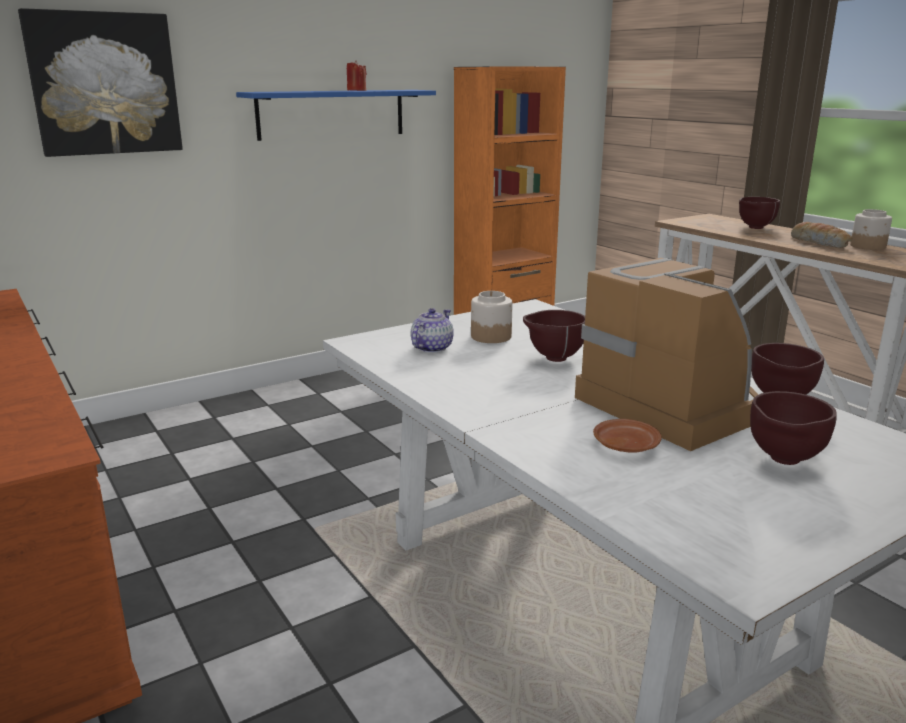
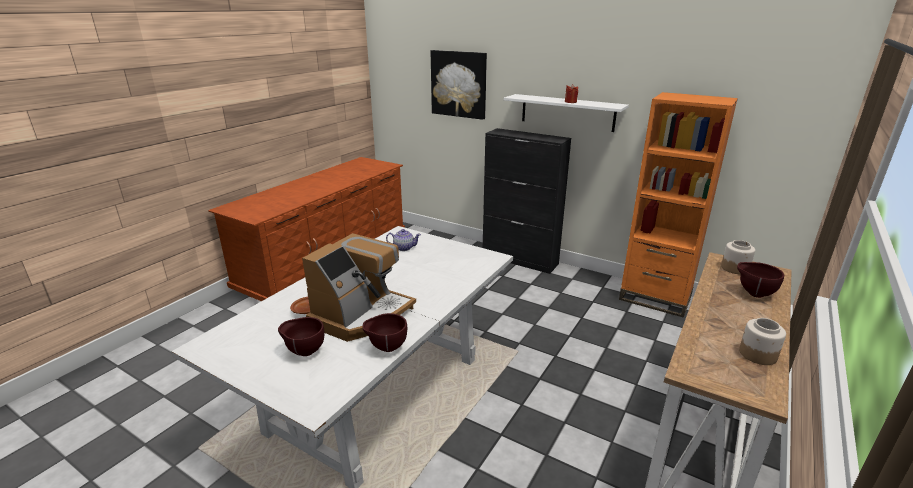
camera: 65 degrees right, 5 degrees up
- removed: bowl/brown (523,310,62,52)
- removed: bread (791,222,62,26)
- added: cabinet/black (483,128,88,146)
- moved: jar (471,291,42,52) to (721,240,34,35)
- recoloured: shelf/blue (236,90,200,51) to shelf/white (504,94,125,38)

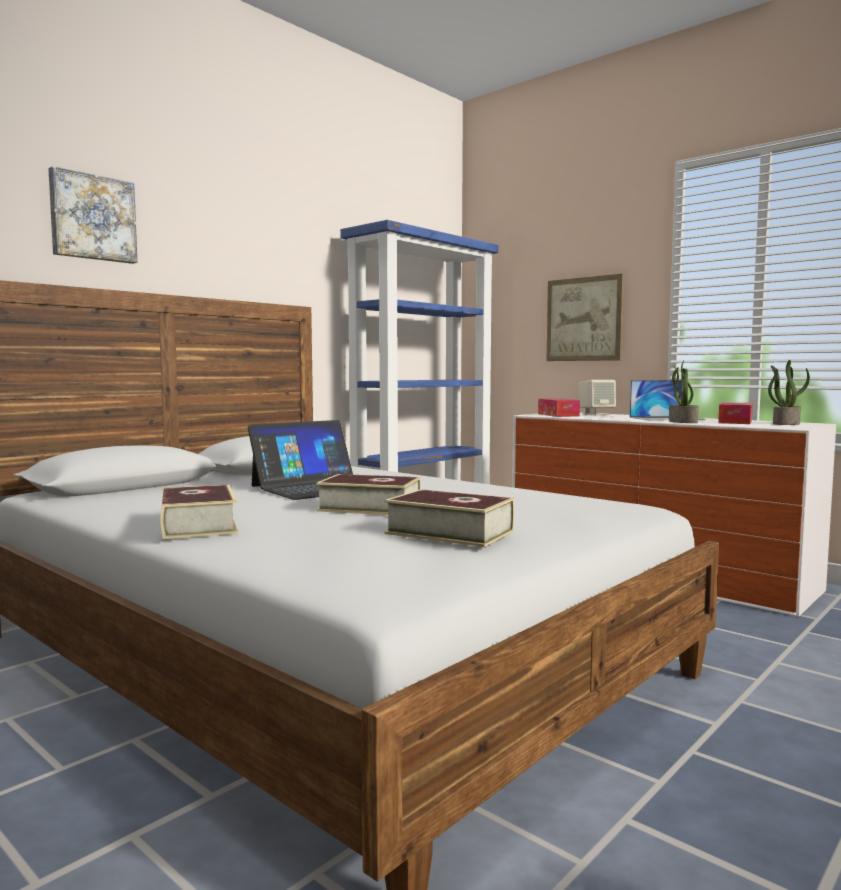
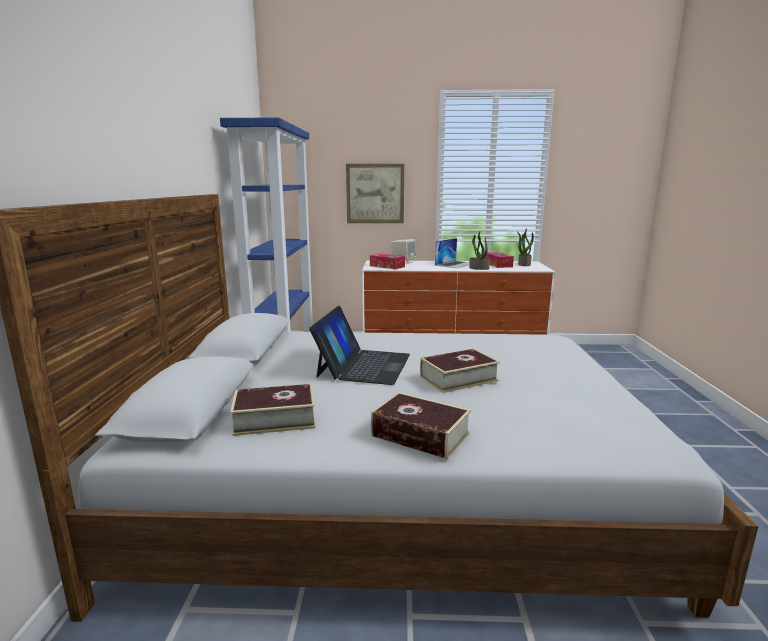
camera: 40 degrees left, 10 degrees up
- removed: picture (48,166,90,98)
- moved: book (384,489,130,58) to (230,384,85,52)

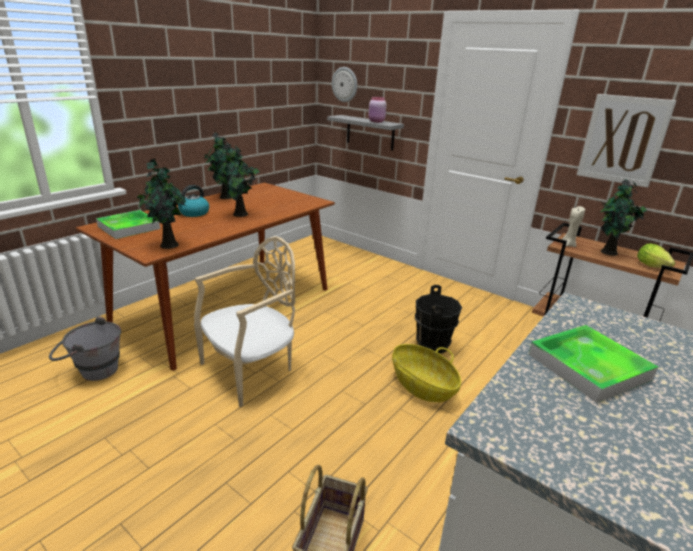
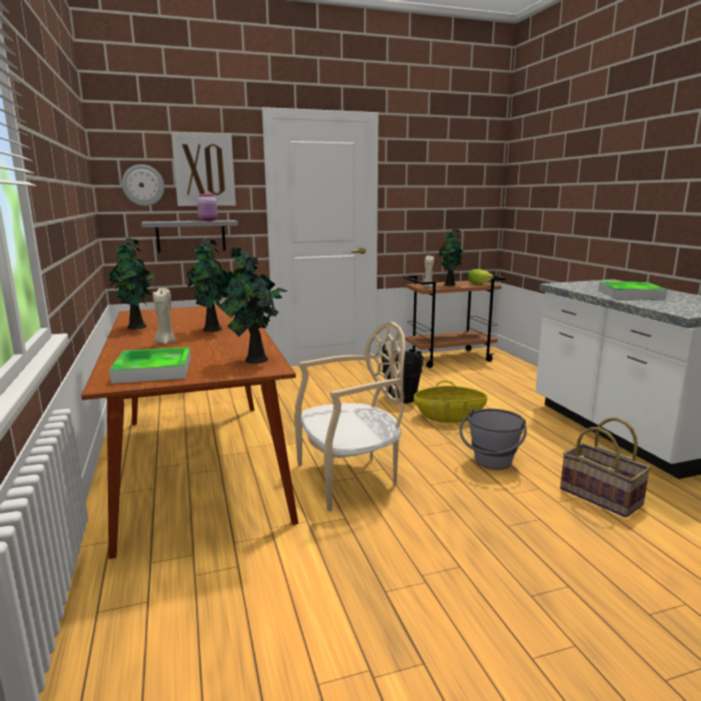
camera: 55 degrees left, 10 degrees down
- moved: bucket/grey (49,316,72,65) to (459,408,68,62)
- moved: picture (577,94,100,94) to (171,132,65,74)
- replaced: kettle (178,185,31,32) to candle/beige (153,288,24,56)
- turned: chair/beige (194,236,101,171) = (294,322,111,189) 75 degrees clockwise

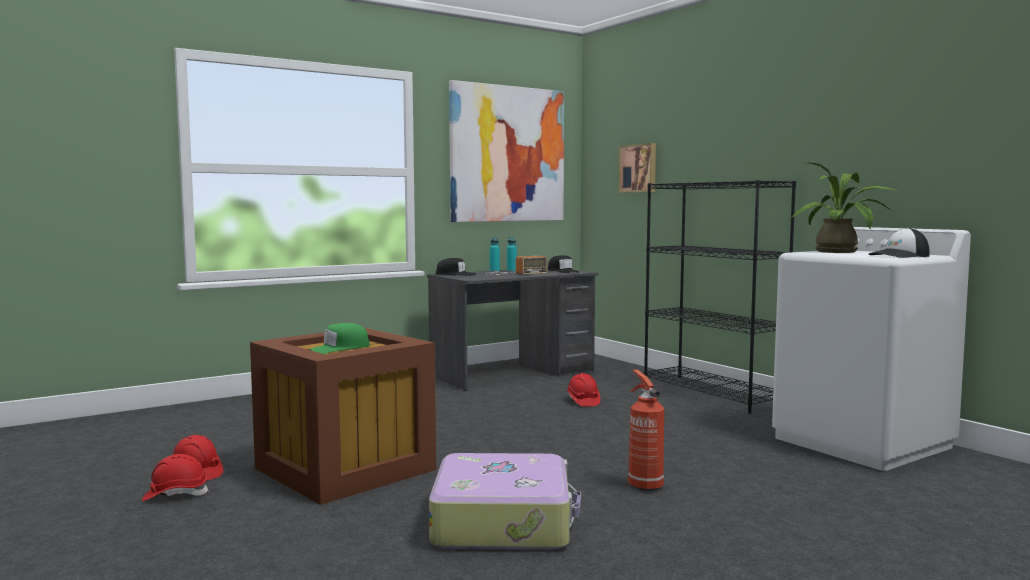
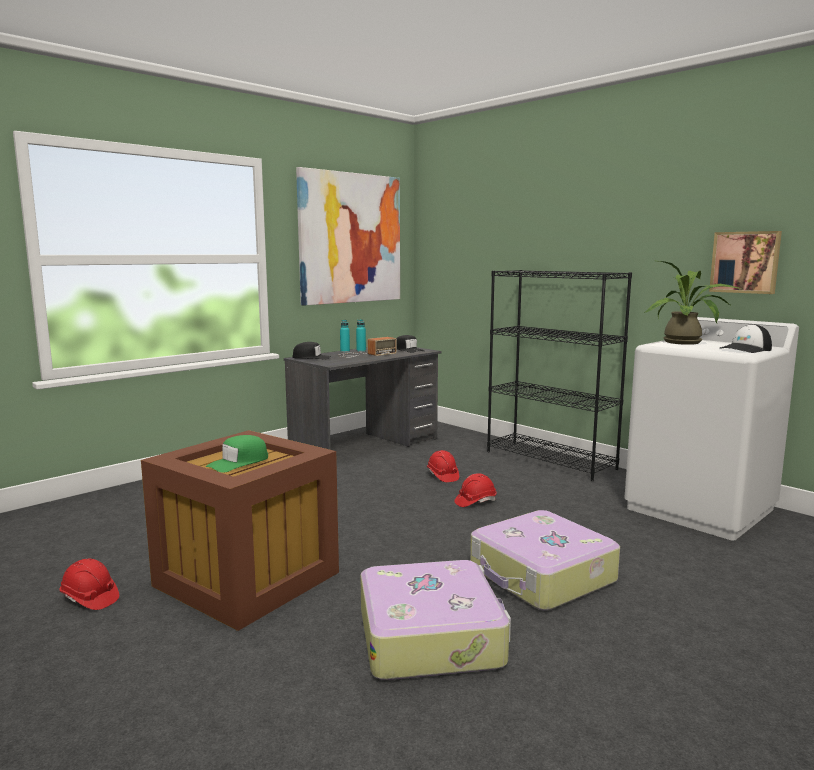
camera: 10 degrees left, 5 degrees up
- moved: hard hat/red (142,454,67,47) to (455,473,41,34)
- moved: picture (619,143,37,50) to (709,231,73,63)
- replaced: fire extinguisher (628,370,36,121) to suitcase (470,510,150,101)

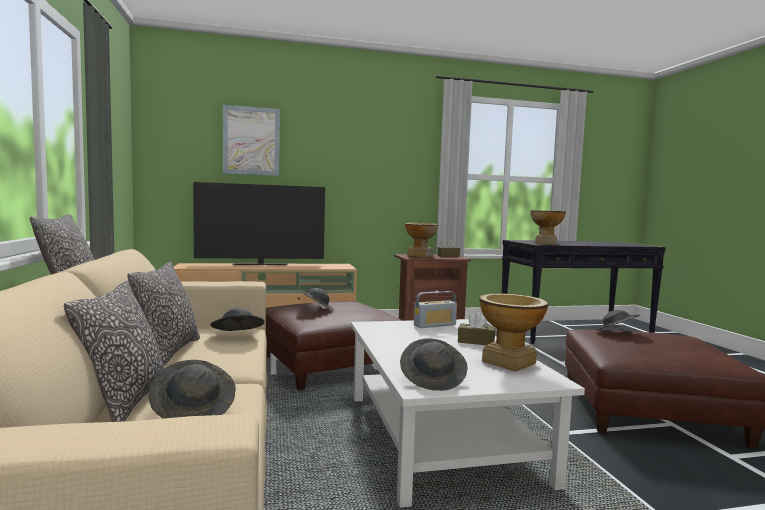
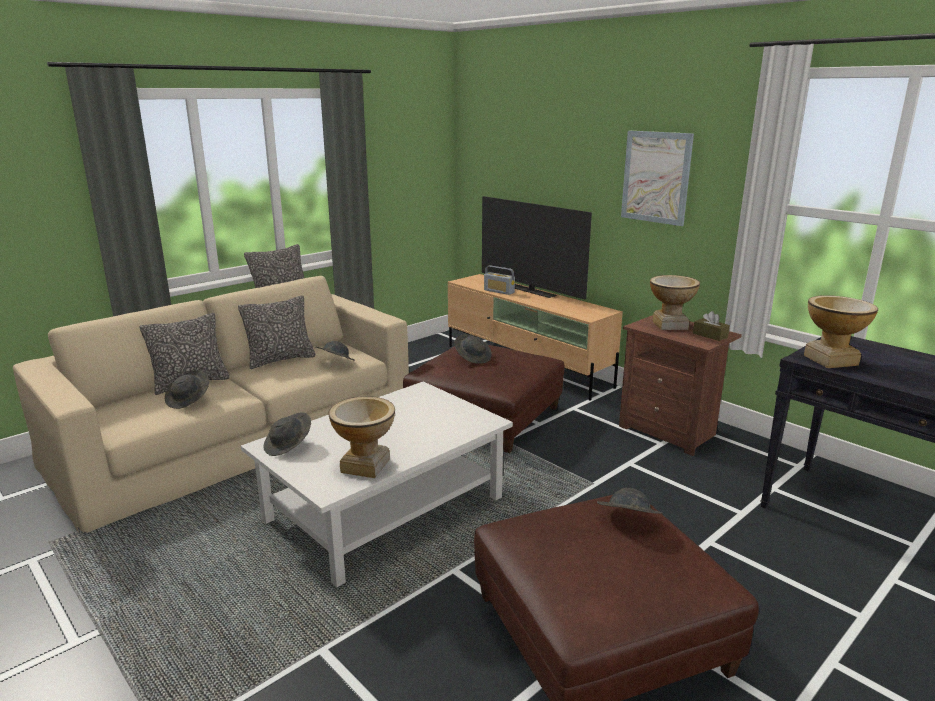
camera: 60 degrees right, 15 degrees up
- removed: tissue box/brown (458,312,37,33)
- moved: picture (223,105,57,71) to (621,131,73,95)
- moved: radio (414,291,43,37) to (484,265,31,30)

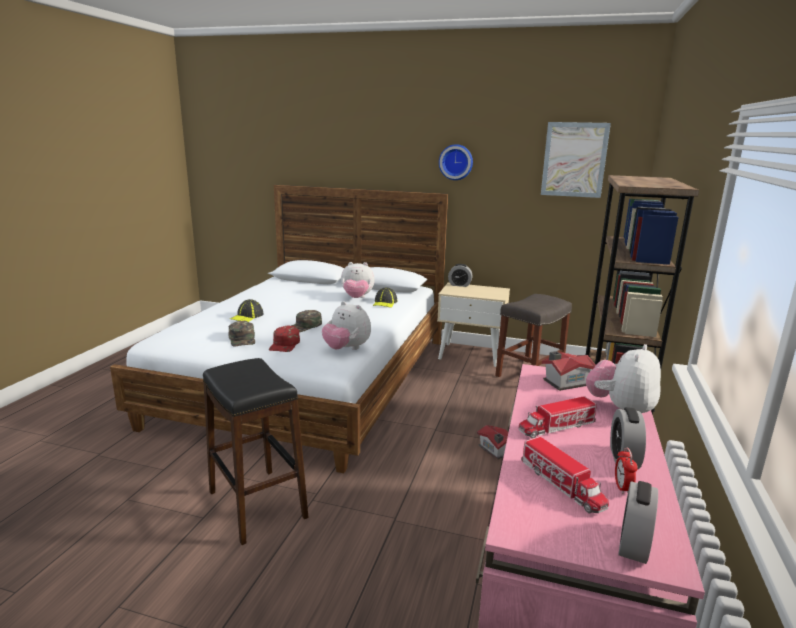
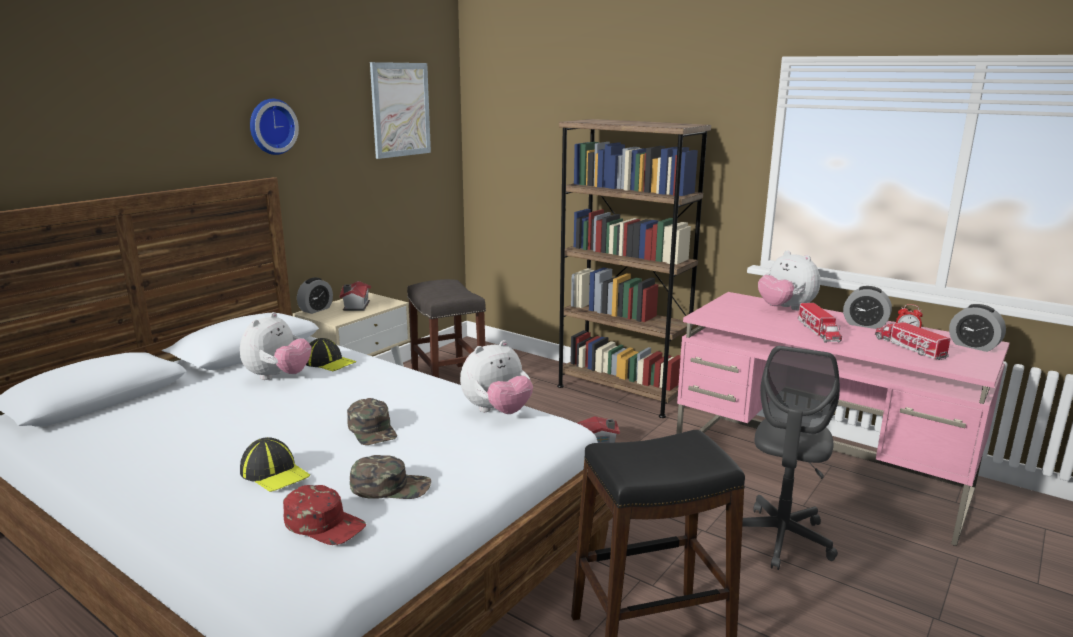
camera: 70 degrees left, 0 degrees up
- added: office chair/grey (725,346,115,224)
- moved: cap/red (269,325,31,27) to (283,485,83,60)
- moved: toy house (542,351,54,40) to (340,281,31,30)
- turned: toy truck (521,436,88,77) = (875,321,75,39) 105 degrees counterclockwise

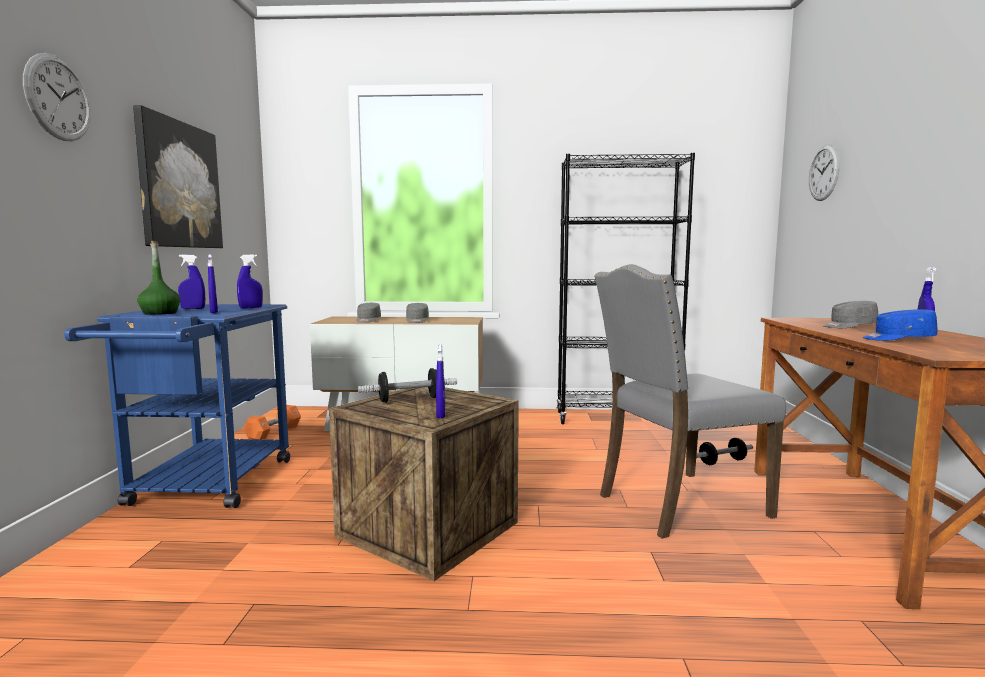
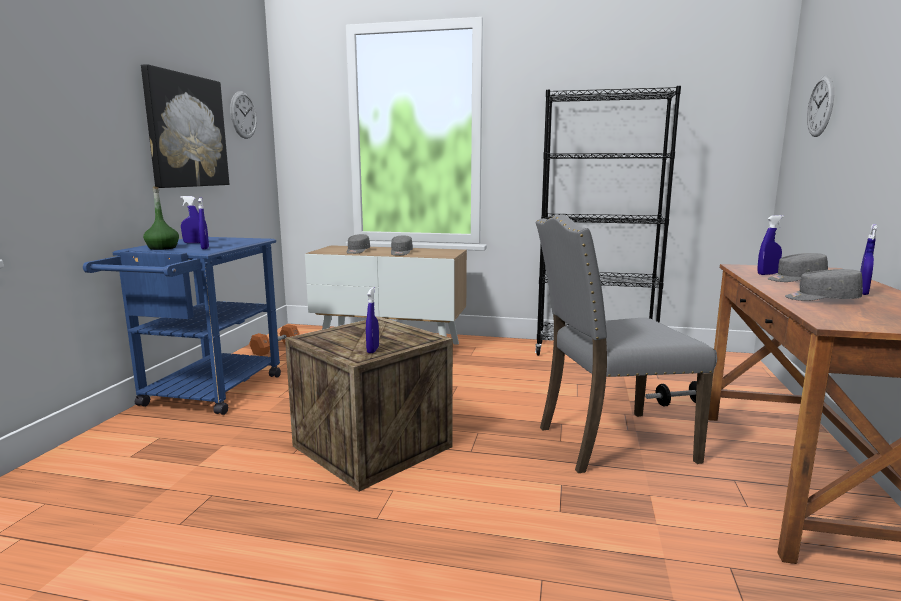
camera: 10 degrees right, 5 degrees up
- removed: dumbbell (358,368,99,35)
- moved: wall clock (23,53,68,88) to (230,91,27,48)
- moved: spray bottle/blue (237,255,26,53) to (758,215,26,60)
- recoloured: cap/blue (862,309,76,32) to cap/grey (785,269,78,32)

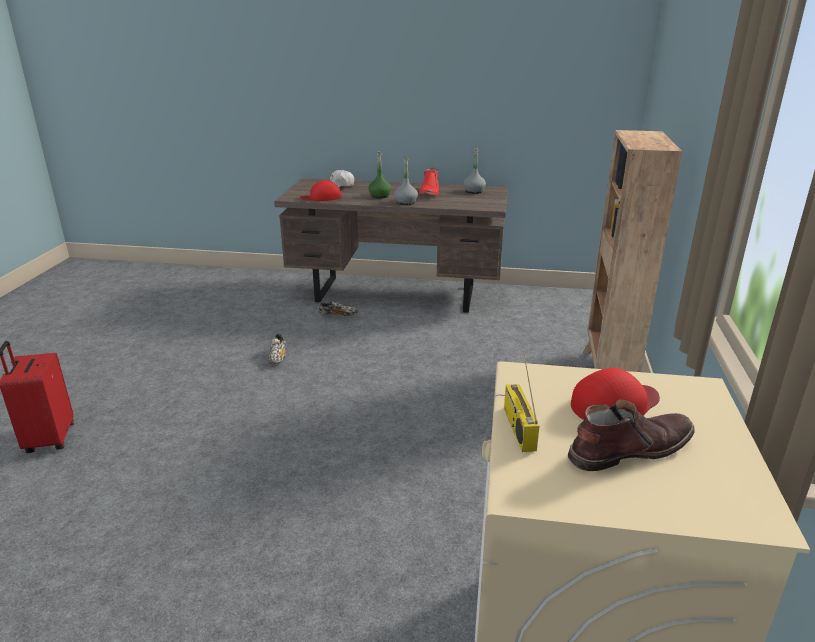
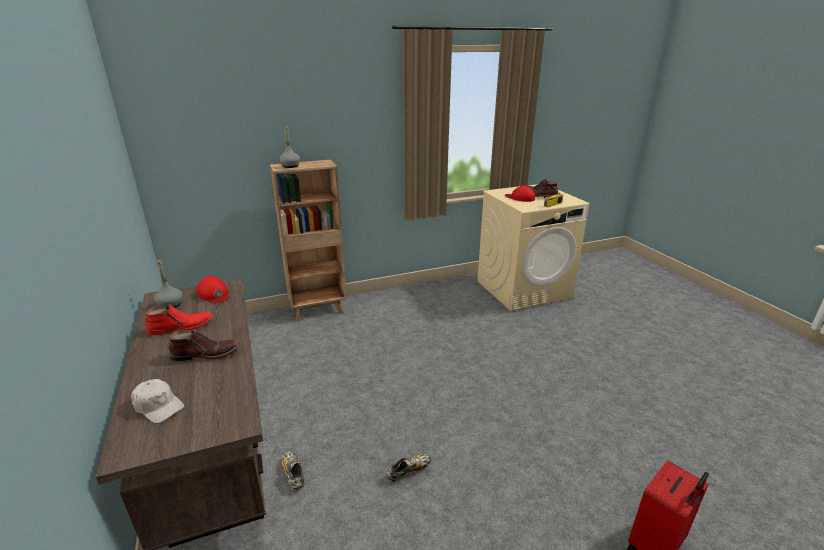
camera: 120 degrees left, 0 degrees up
- moved: cap/red (300,180,42,21) to (197,276,33,28)
- moved: bottle/grey (394,157,24,48) to (279,127,21,41)
- replaced: bottle/green (368,151,23,47) to boot/brown (169,329,72,32)

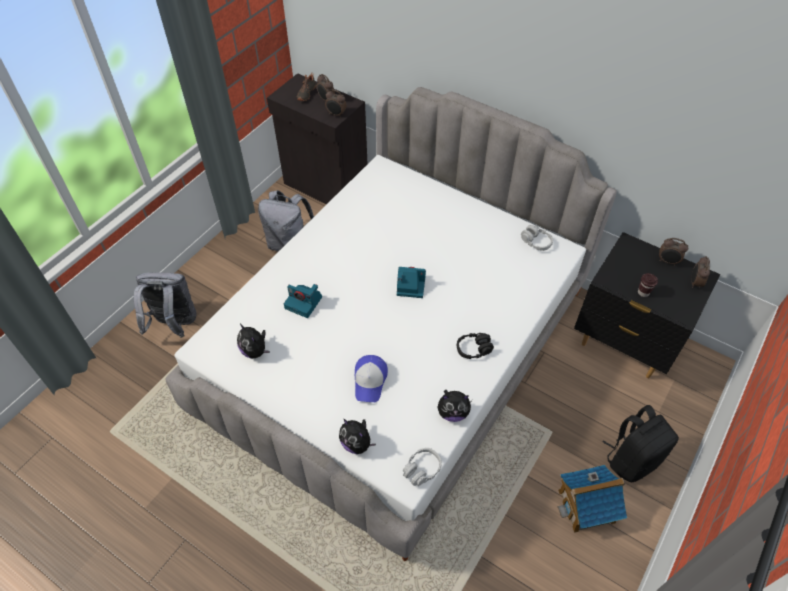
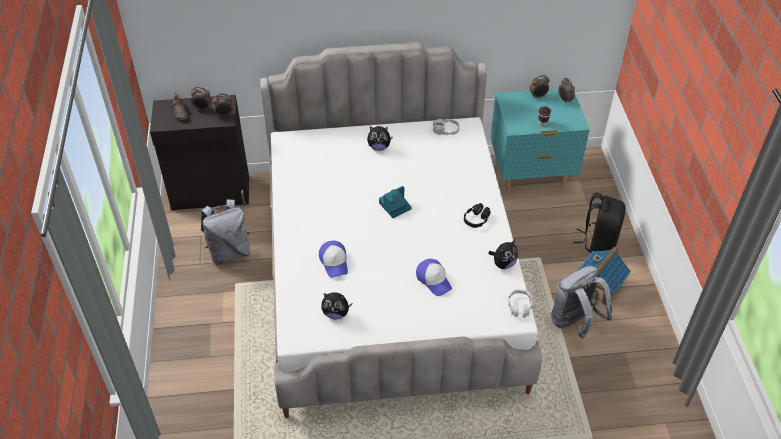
camera: 40 degrees left, 5 degrees down
- moved: backpack/grey (134,272,63,66) to (551,266,61,72)
- moved: plush toy (339,419,37,35) to (367,126,26,25)
- replaced: photo camera (284,284,38,34) to cap (319,241,29,37)
- recoloured: nightstand/black (574,232,146,146) to nightstand/turquoise (490,88,100,105)

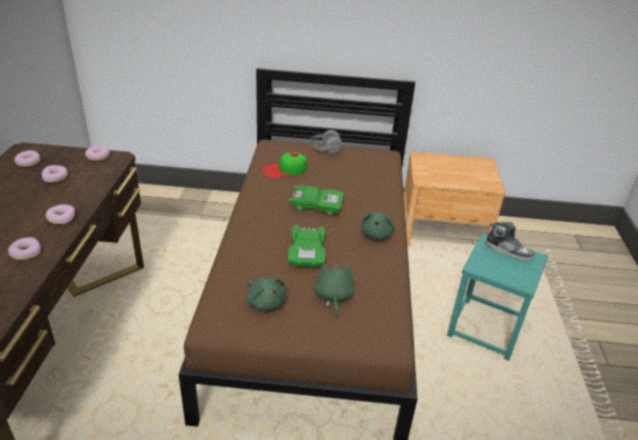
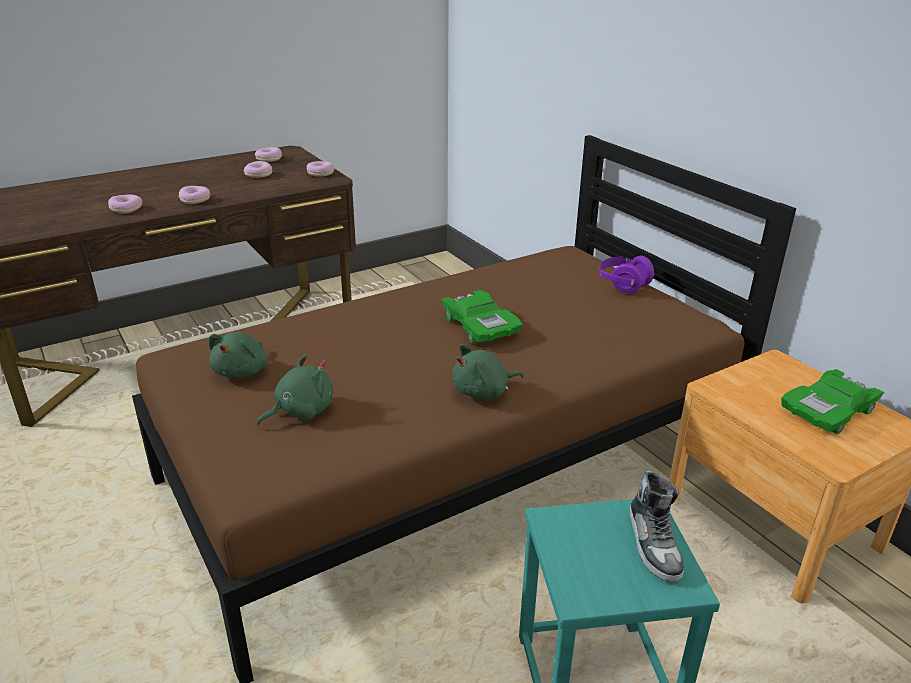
camera: 55 degrees right, 5 degrees down
- removed: cap (262,152,45,26)
- moved: toy car/green (288,225,37,42) to (781,369,103,65)
- recoloured: headphones/grey (310,130,32,24) to headphones/purple (598,256,57,37)

